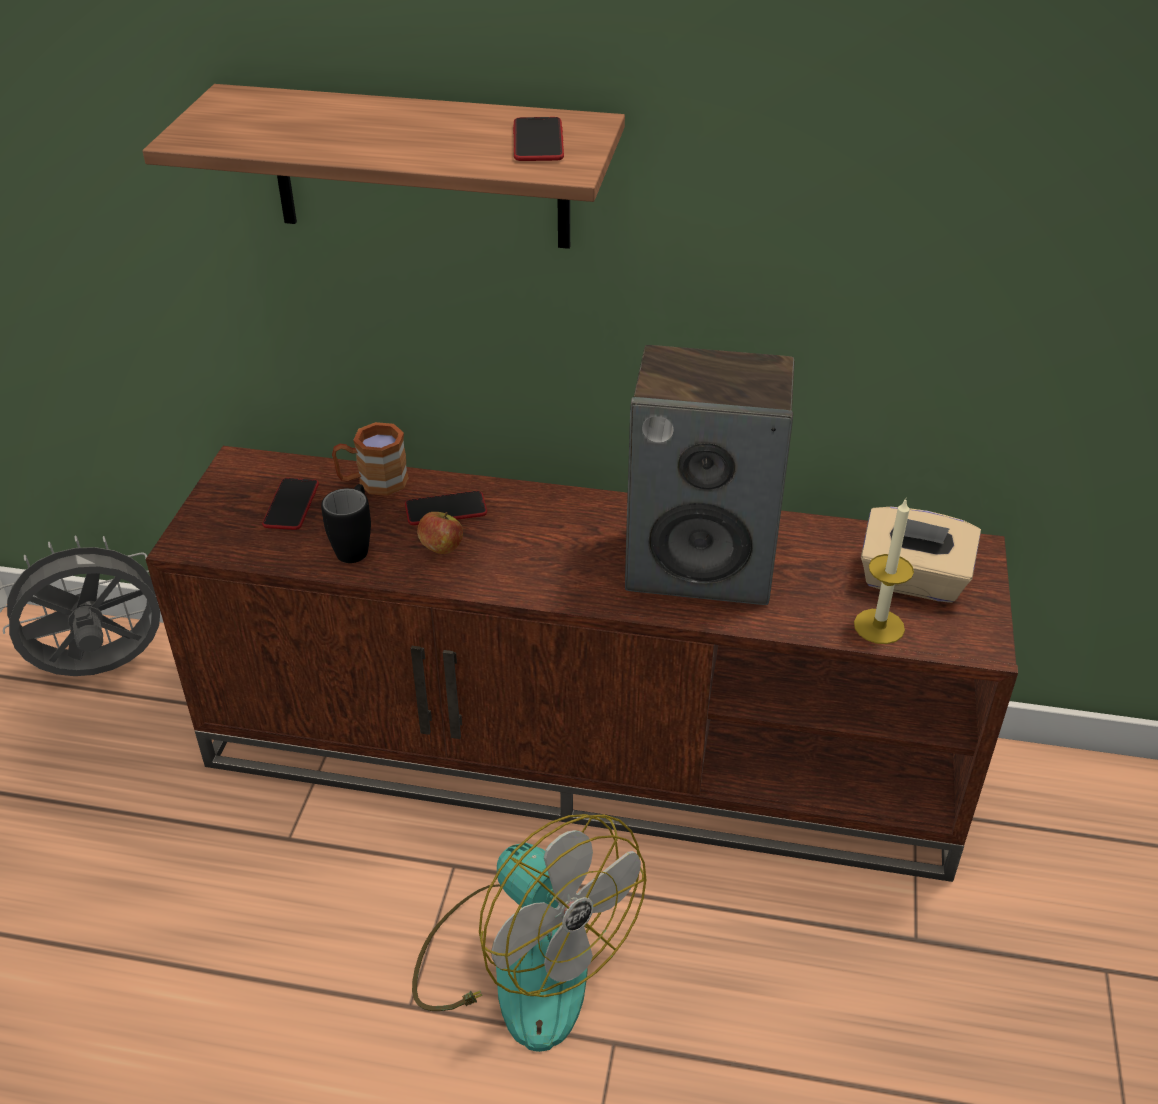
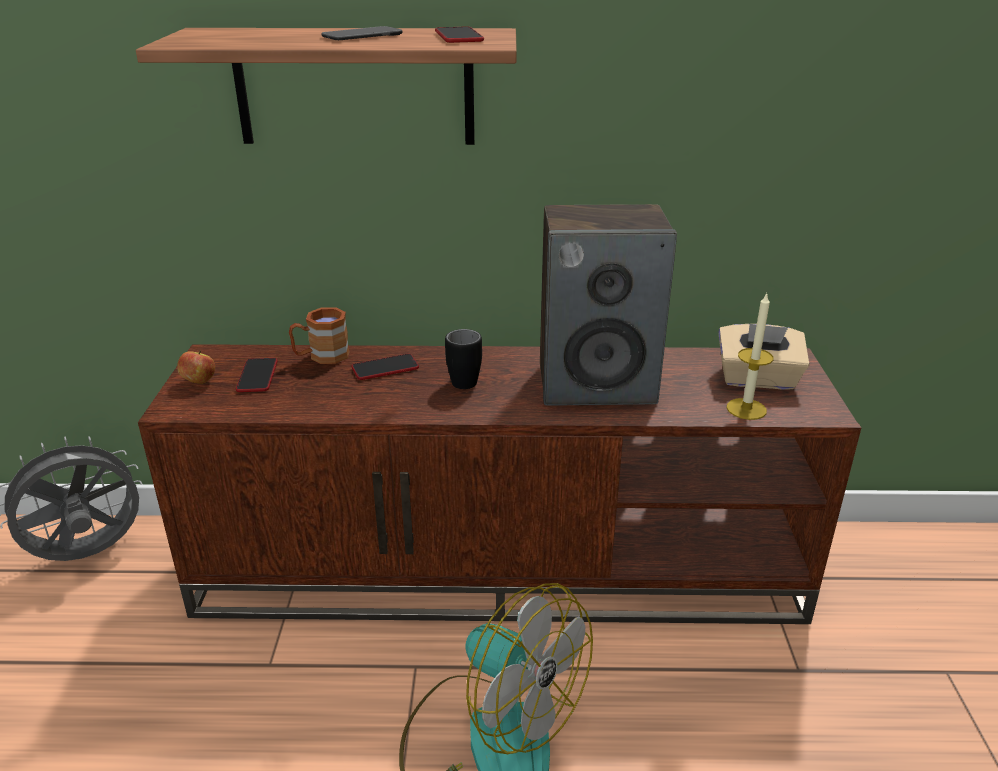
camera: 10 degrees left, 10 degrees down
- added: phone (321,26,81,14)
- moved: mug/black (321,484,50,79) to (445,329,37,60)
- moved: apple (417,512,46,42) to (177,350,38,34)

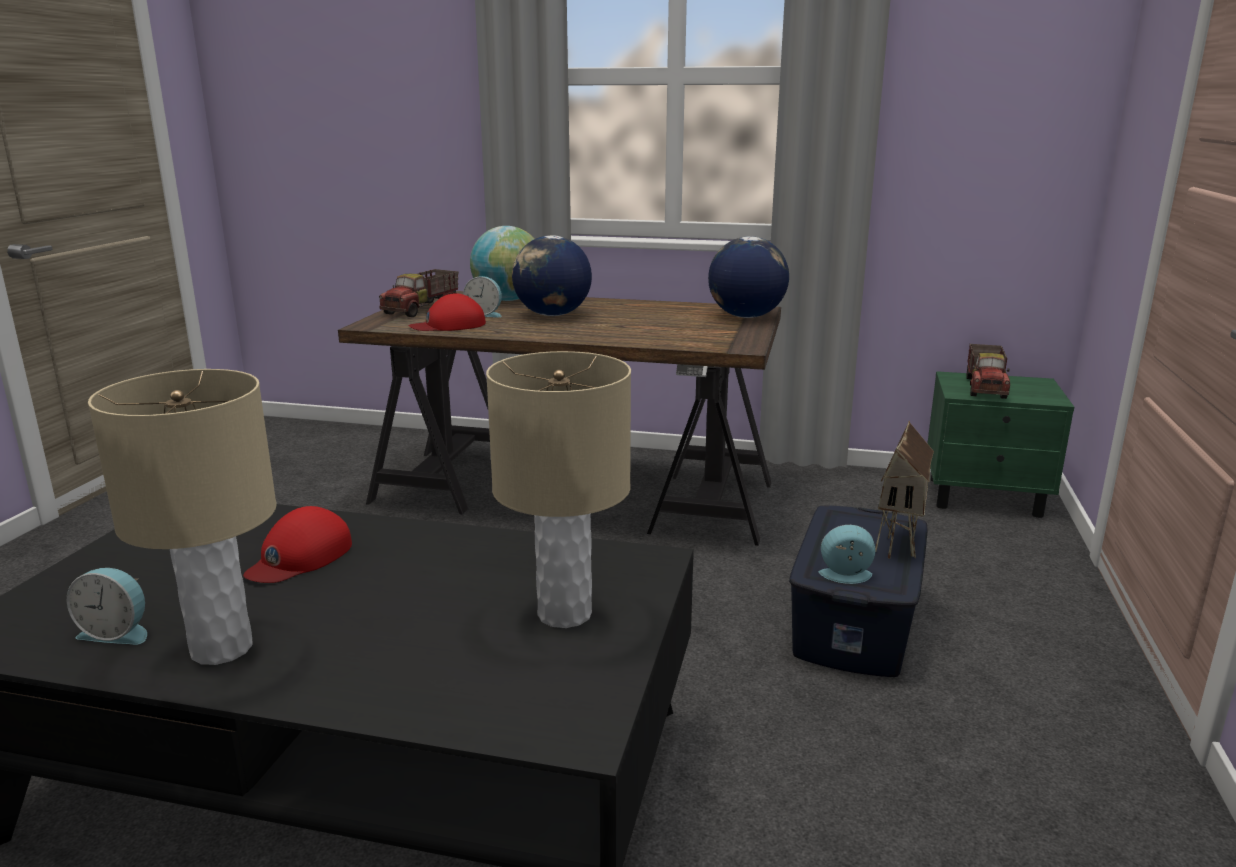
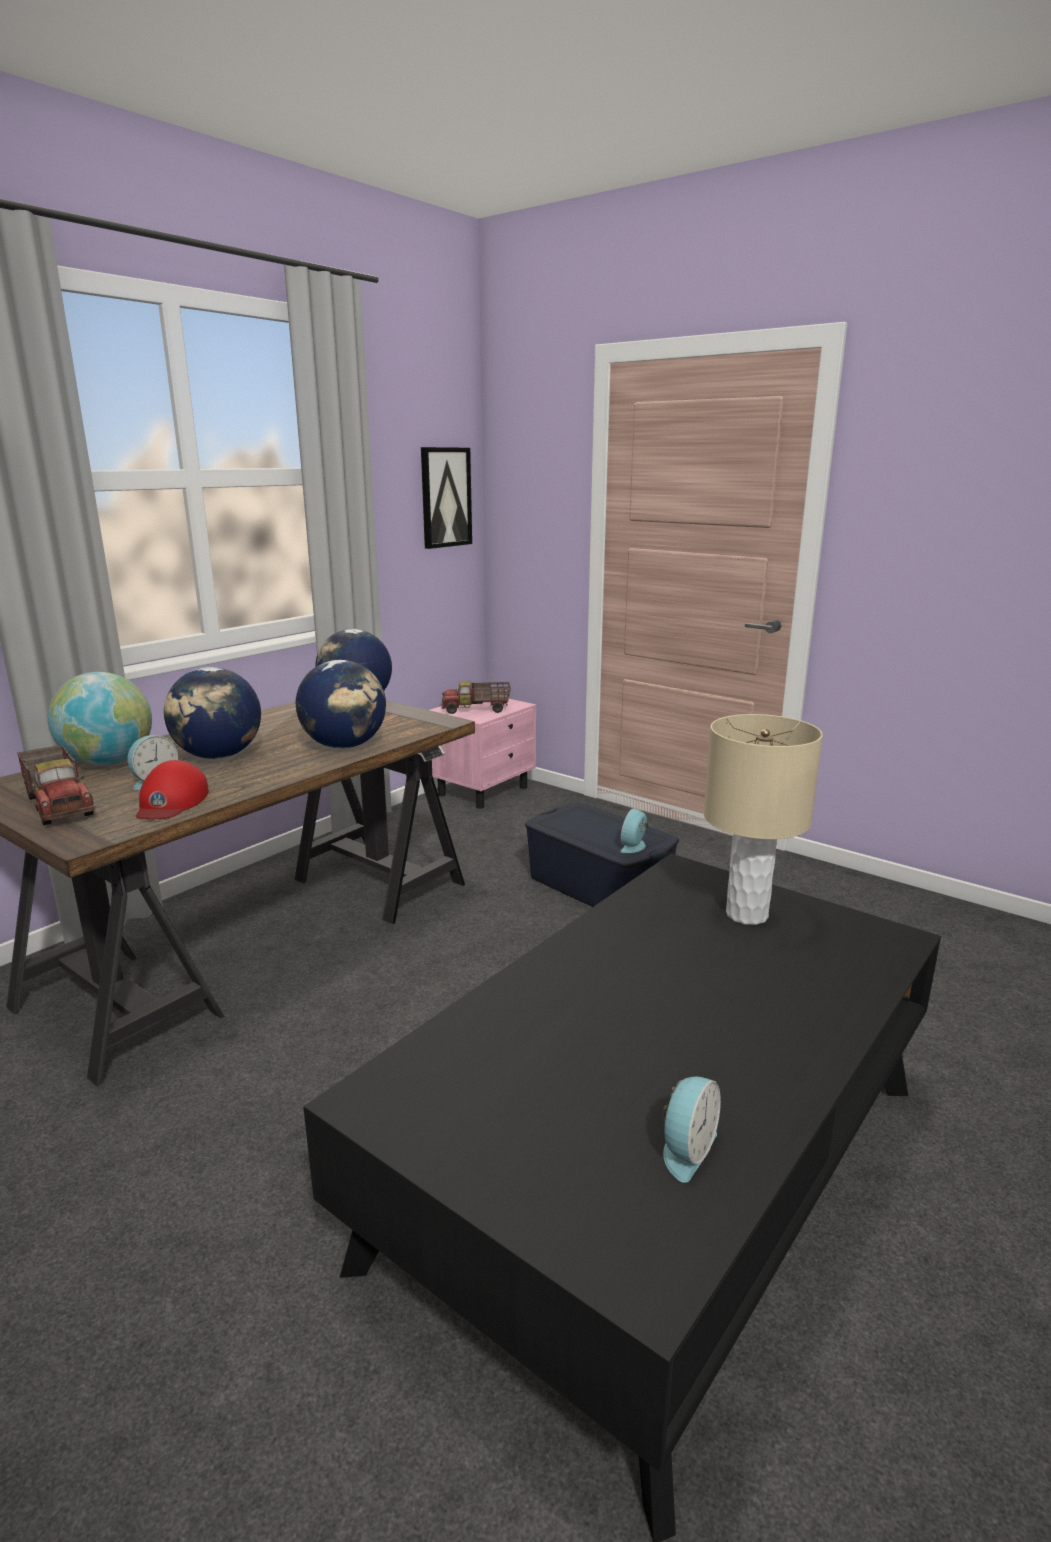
camera: 65 degrees left, 0 degrees up
- removed: table lamp/beige (88,369,189,296)
- removed: cap/red (243,506,109,77)
- removed: toy house (875,421,59,138)
- added: globe (296,660,90,89)
- added: picture (421,447,51,102)
- recoloured: nightstand/green (927,371,147,147) to nightstand/pink (430,699,106,110)
- turned: toy truck (966,344,44,55) = (442,681,69,33) 135 degrees clockwise

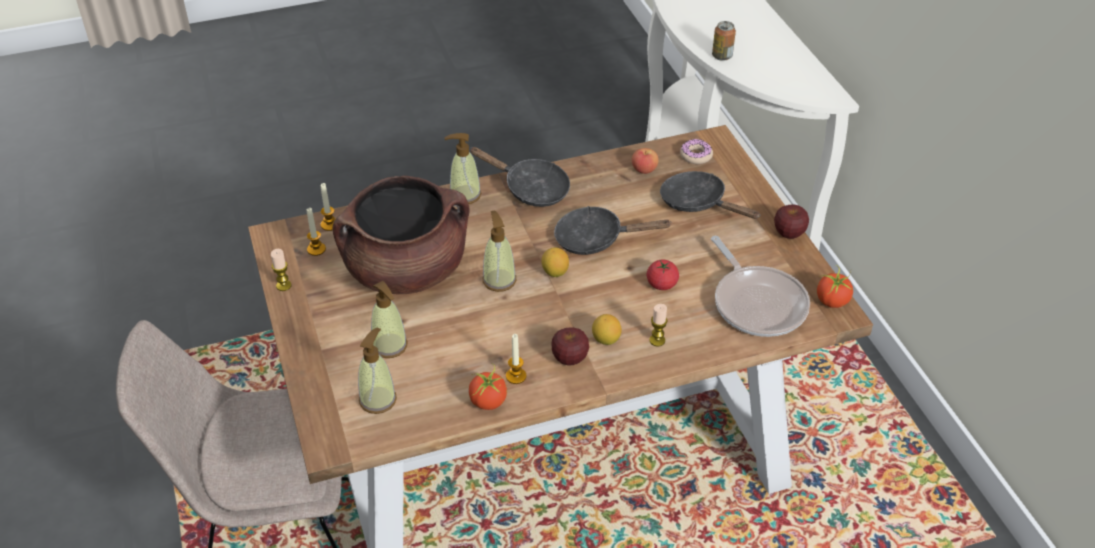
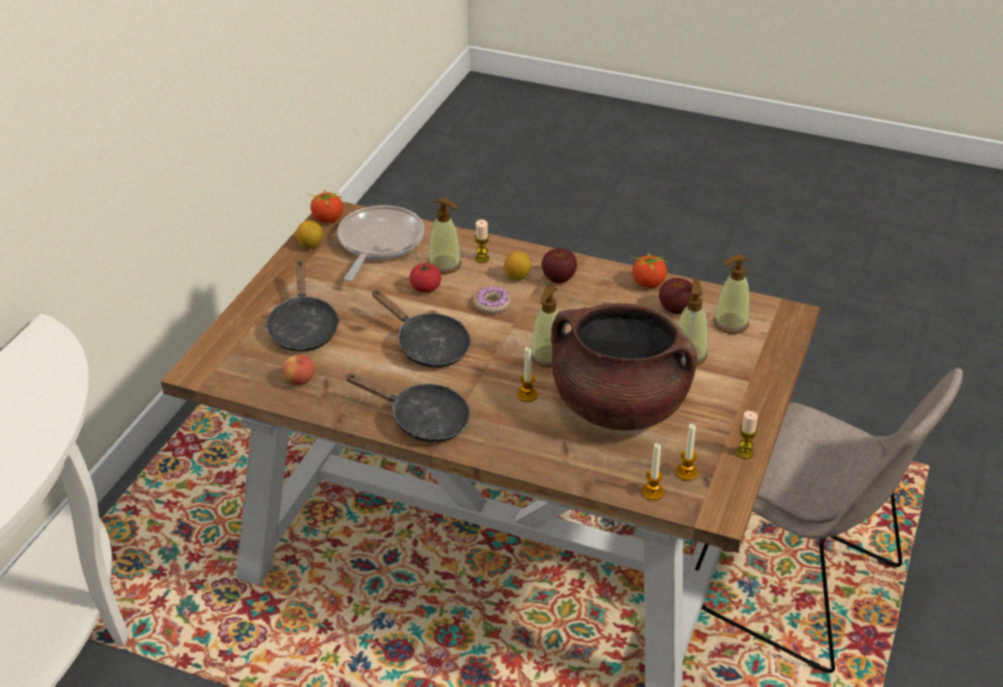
camera: 140 degrees left, 5 degrees down
- removed: can (712,21,24,40)
- moved: soap dispenser (444,133,37,71) to (429,197,32,77)
- moved: candle (506,334,20,50) to (517,347,21,55)
- moved: lemon (542,247,27,30) to (296,220,27,29)
- moved: donut (680,139,33,25) to (474,286,37,28)
- moved: apple (774,204,35,35) to (659,278,34,36)
- turned: frying pan/black (469,147,101,60) = (345,373,125,70) 135 degrees clockwise

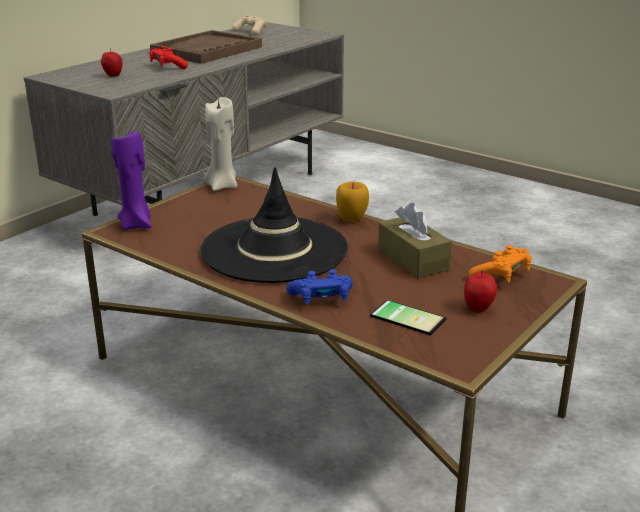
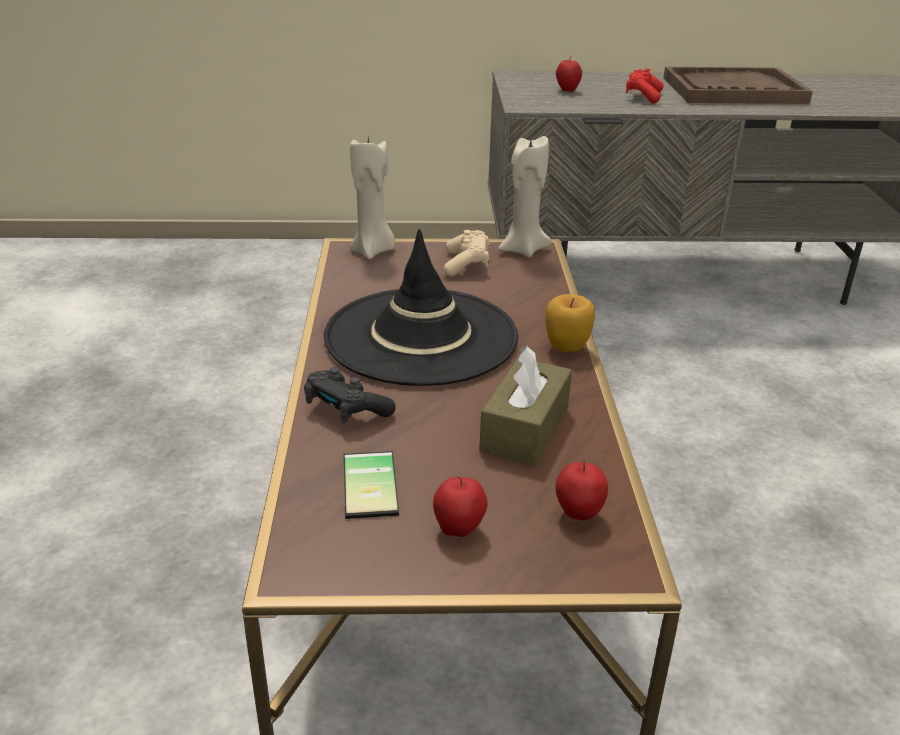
camera: 50 degrees right, 5 degrees up
- moved: game controller/beige (232,15,35,21) to (444,230,45,47)
- replaced: game controller/orange (469,245,63,37) to apple (556,458,52,62)
- recoloured: candle/purple (111,130,41,100) to candle/beige (350,136,45,123)
- recoloured: game controller/blue (286,269,67,36) to game controller/black (304,367,92,56)

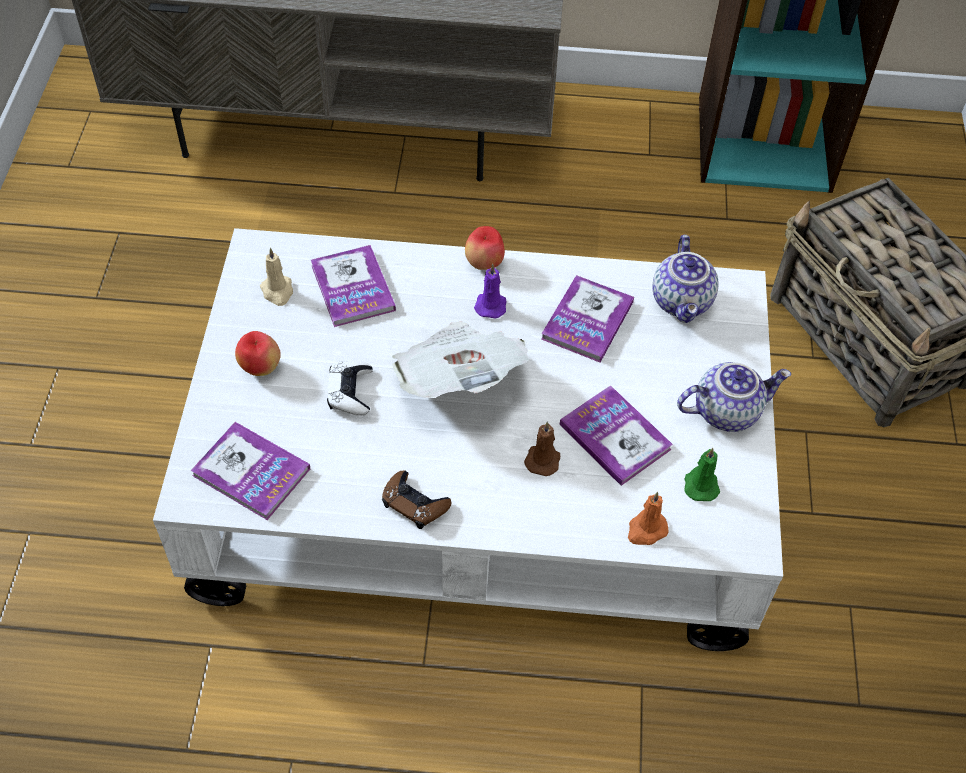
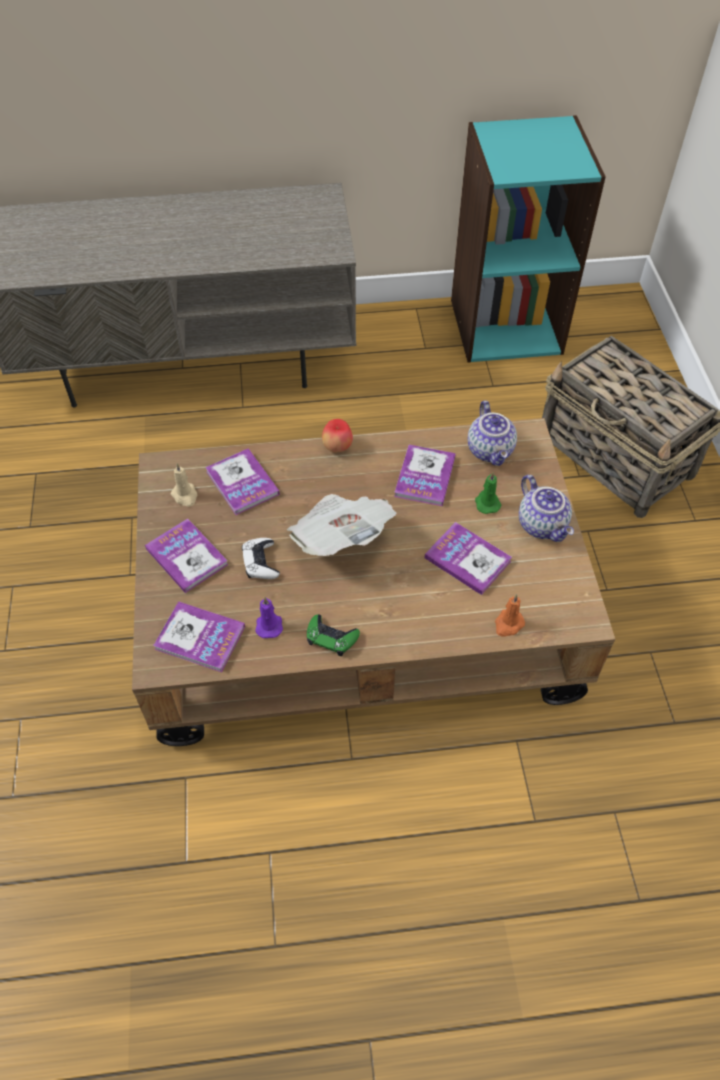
camera: 10 degrees left, 0 degrees up
- removed: candle/brown (524,421,36,55)
- moved: candle/purple (474,264,32,54) to (255,597,28,41)
- moved: candle/green (684,448,36,53) to (475,472,26,42)
- replaced: apple (235,331,46,45) to book (145,518,83,75)
- recoloured: coffee table/white (153,228,630,423) to coffee table/brown (132,418,483,328)
- recoloured: game controller/brown (382,471,70,58) to game controller/green (307,614,53,42)
- turned: teapot (677,362,114,70) = (519,475,55,67) 90 degrees clockwise

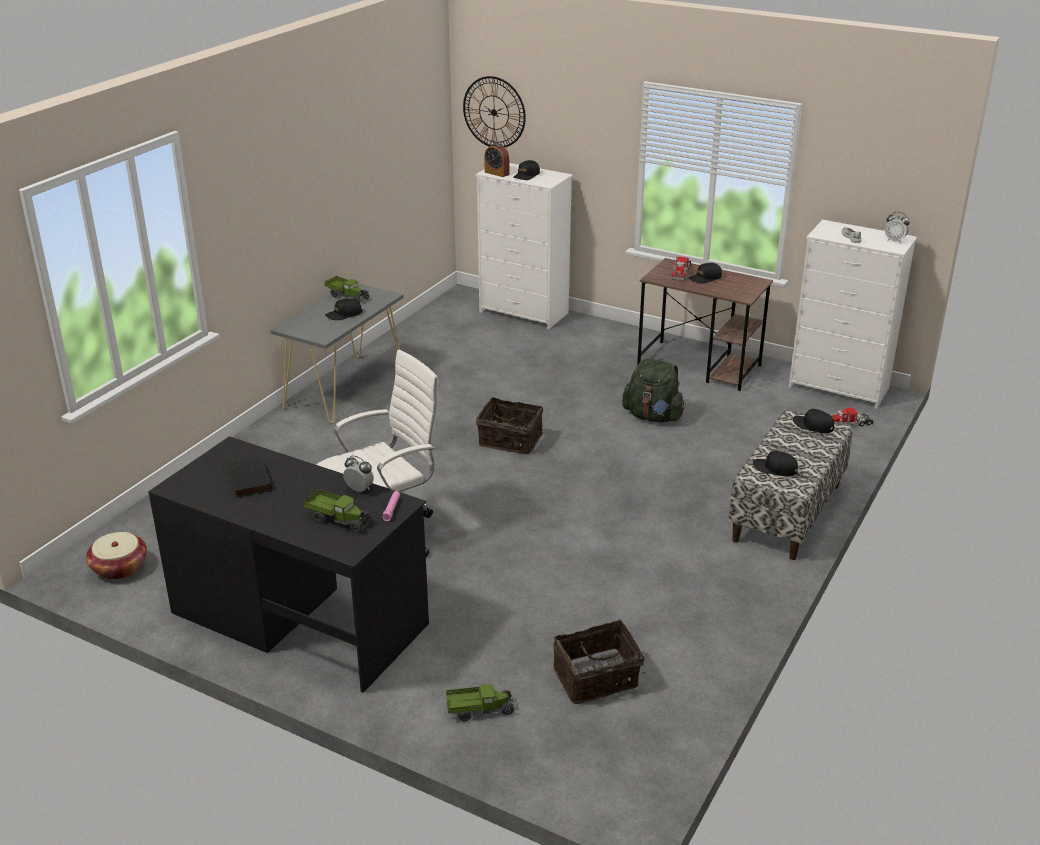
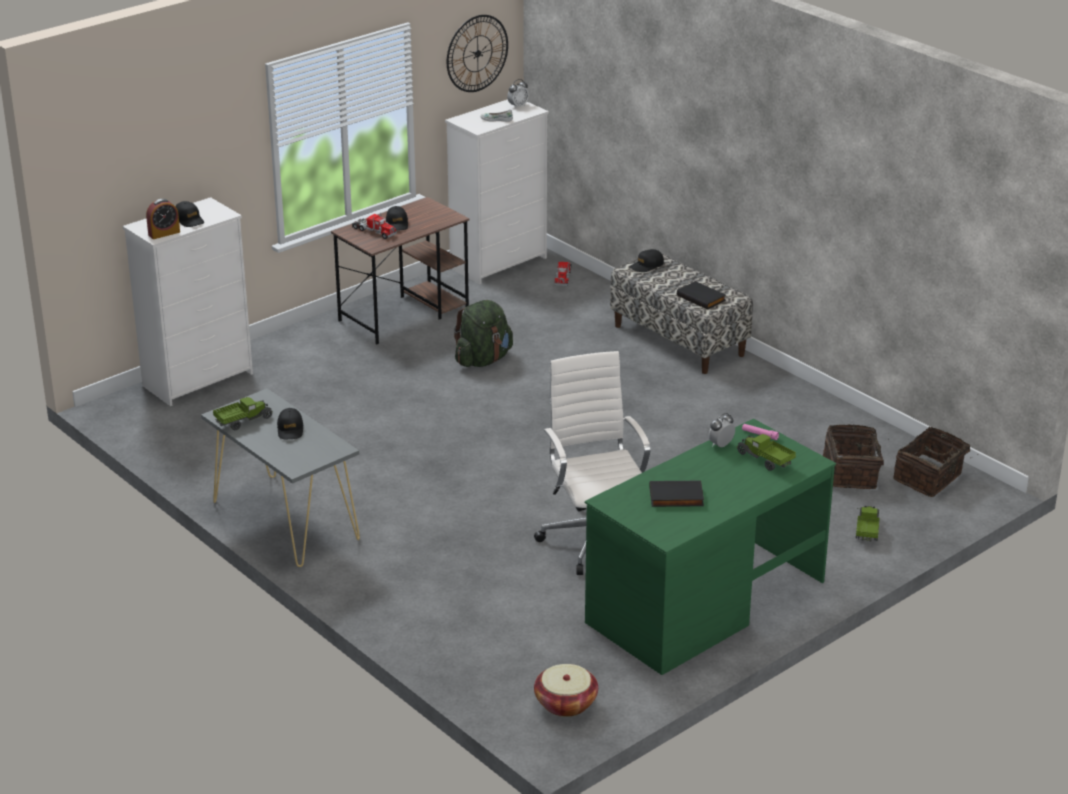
camera: 70 degrees left, 0 degrees up
- moved: wall clock (463,76,63,71) to (447,15,61,77)
- moved: basket (476,397,67,57) to (893,426,78,71)
- replaced: cap/black (753,451,45,26) to book/black (677,281,49,28)
- recoloured: desk/black (148,436,281,257) to desk/green (585,418,251,257)
- turned: toy truck (304,489,69,44) = (737,434,59,37) 90 degrees counterclockwise

